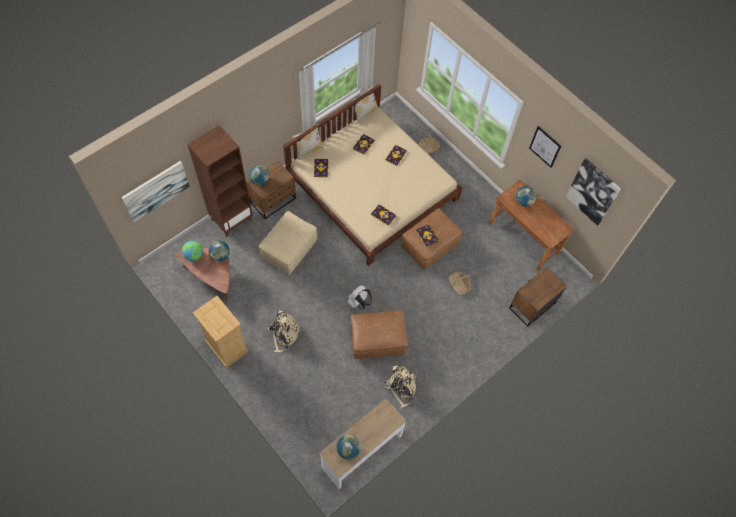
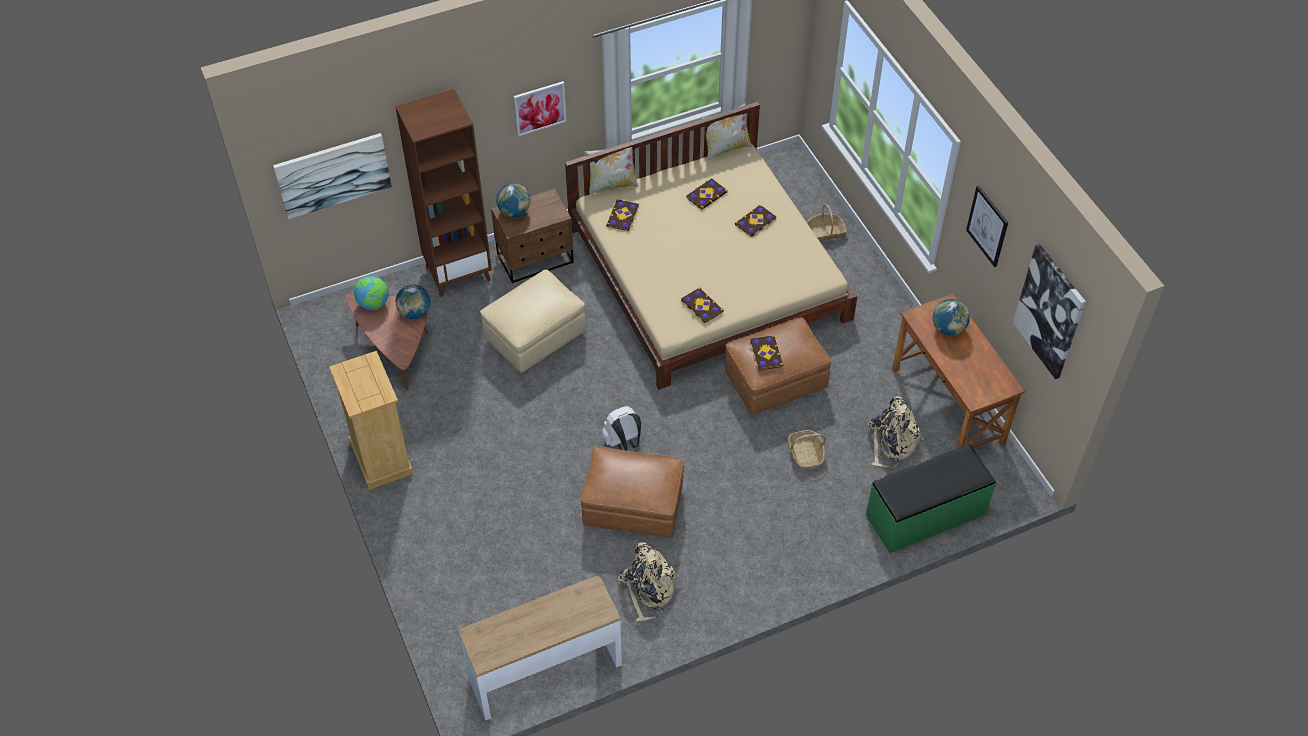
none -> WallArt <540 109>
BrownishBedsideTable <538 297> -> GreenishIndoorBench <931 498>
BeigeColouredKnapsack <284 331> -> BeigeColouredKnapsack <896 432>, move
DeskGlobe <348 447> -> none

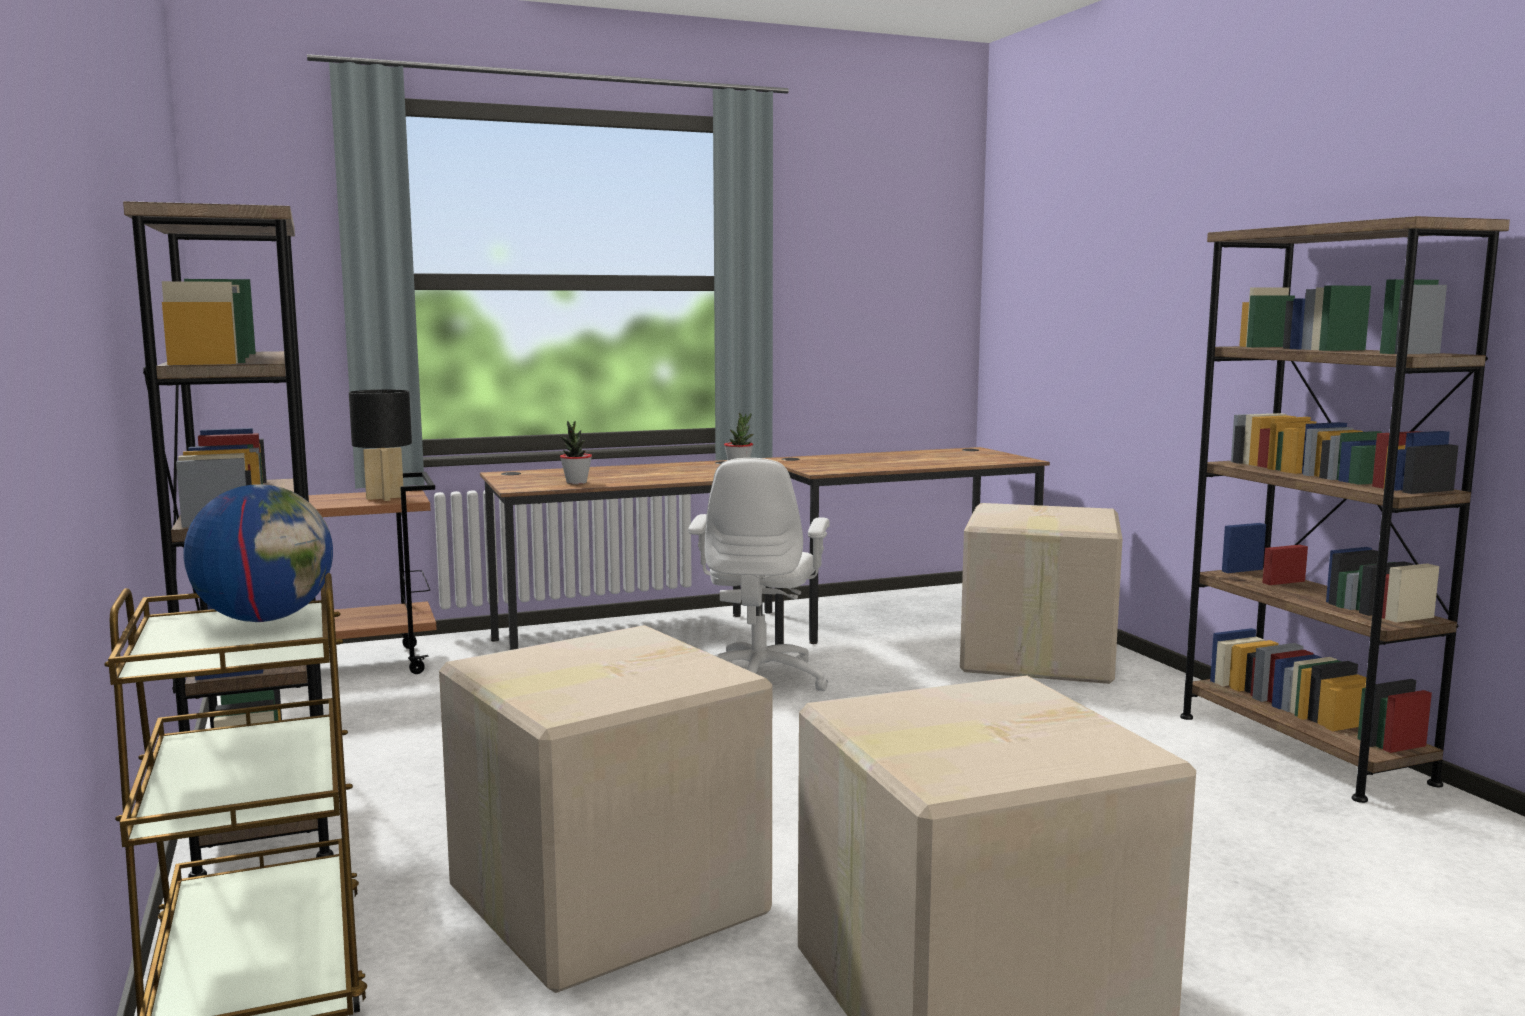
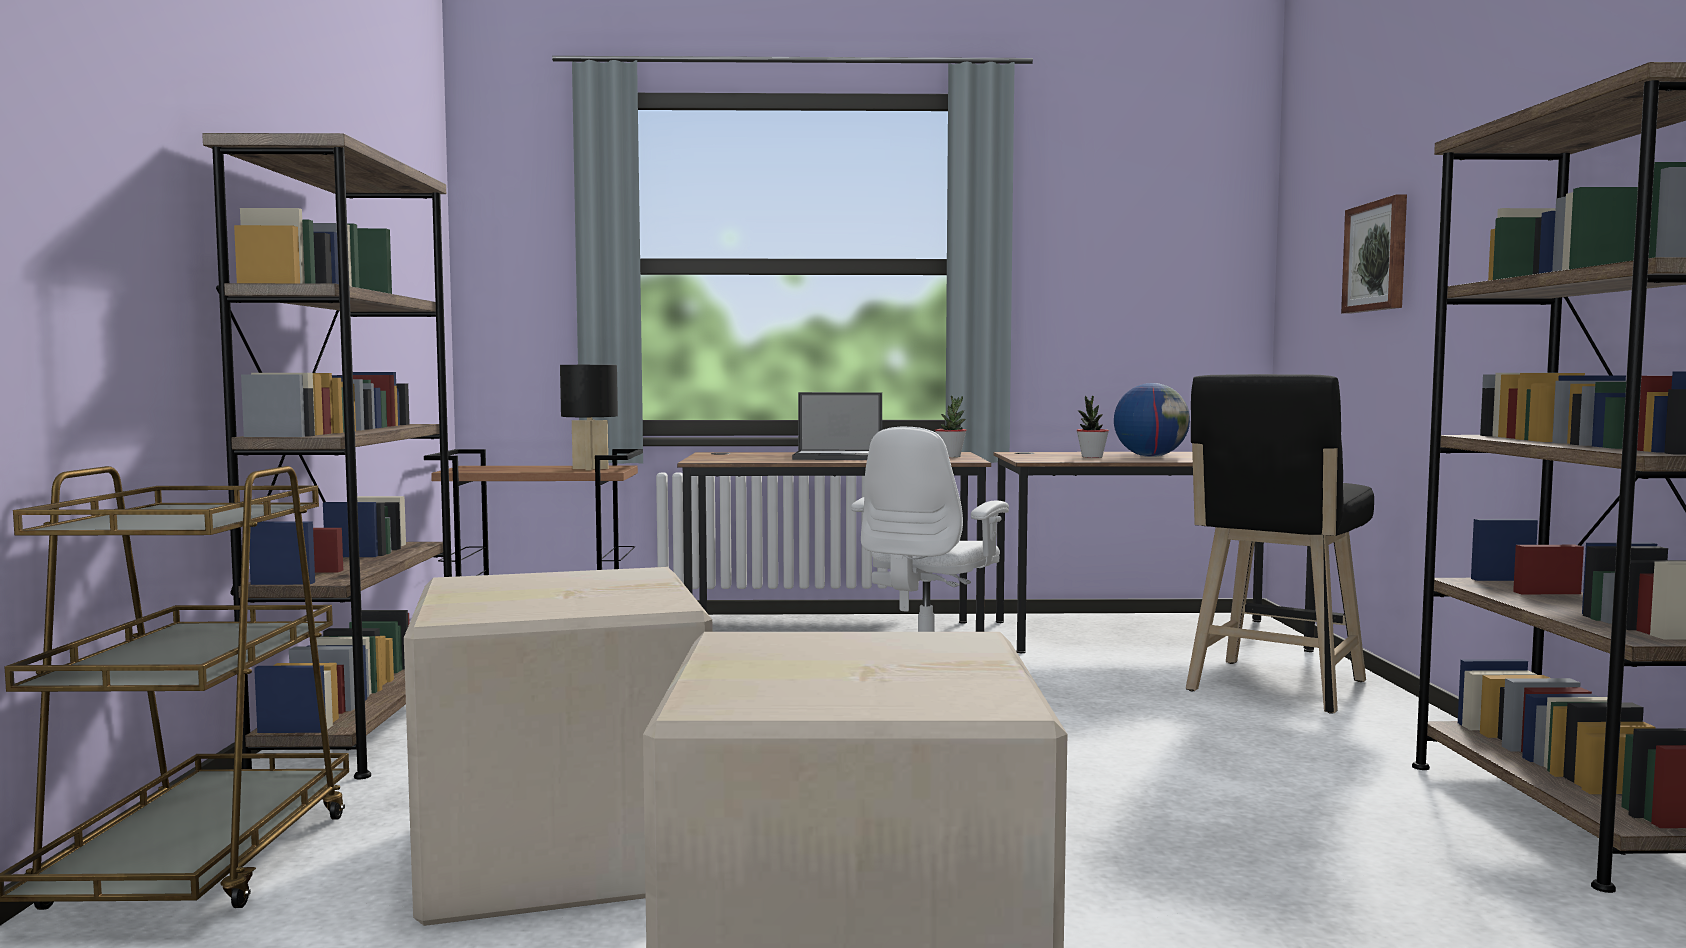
none -> NotebookComputer <837 426>
PlantInAPot <576 452> -> PlantInAPot <1092 426>, move
DeskGlobe <258 553> -> DeskGlobe <1152 420>, move
PackingBox <1041 593> -> BlackishStool <1280 544>
none -> WallArt <1374 253>

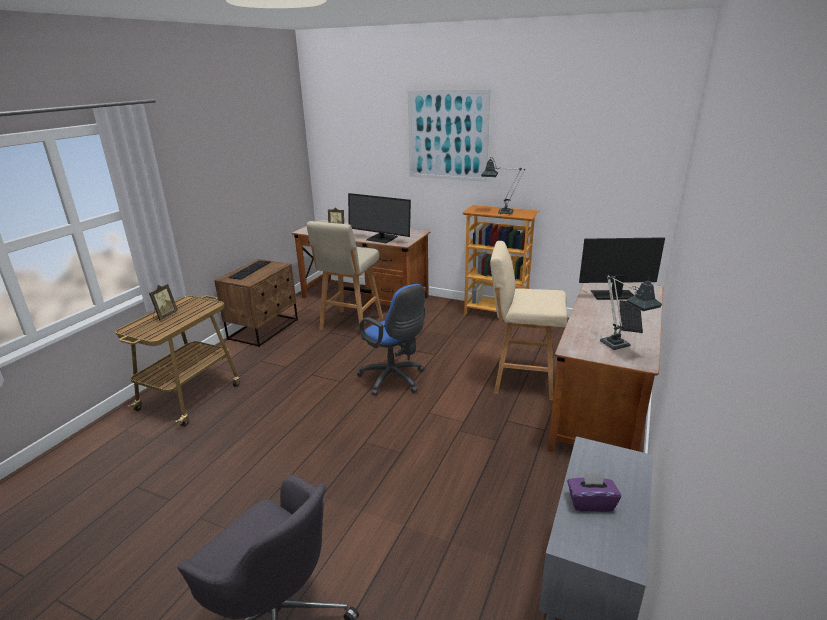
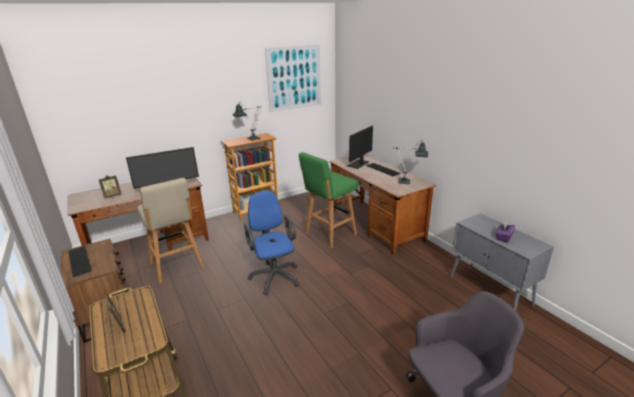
BluishDeskChair <391 340> -> BluishDeskChair <272 242>, 105 degrees counterclockwise
WallArt <449 136> -> WallArt <293 78>, move
BeigeColouredStool <529 320> -> GreenishStool <328 200>

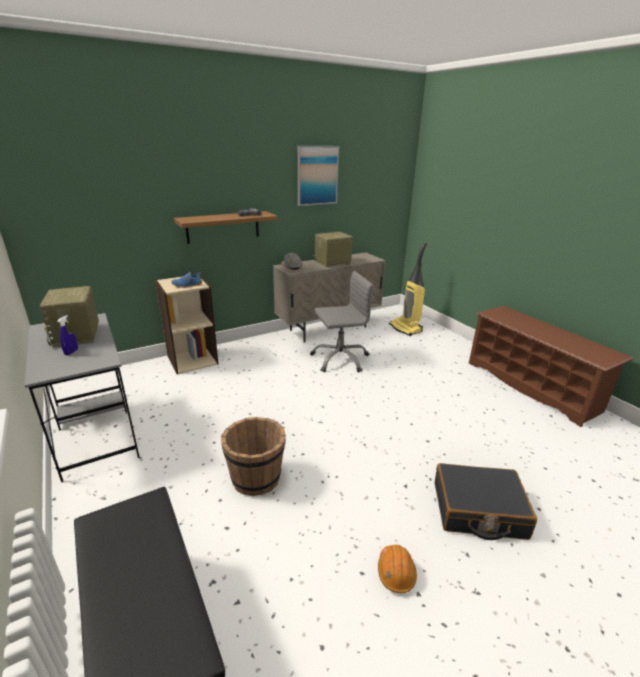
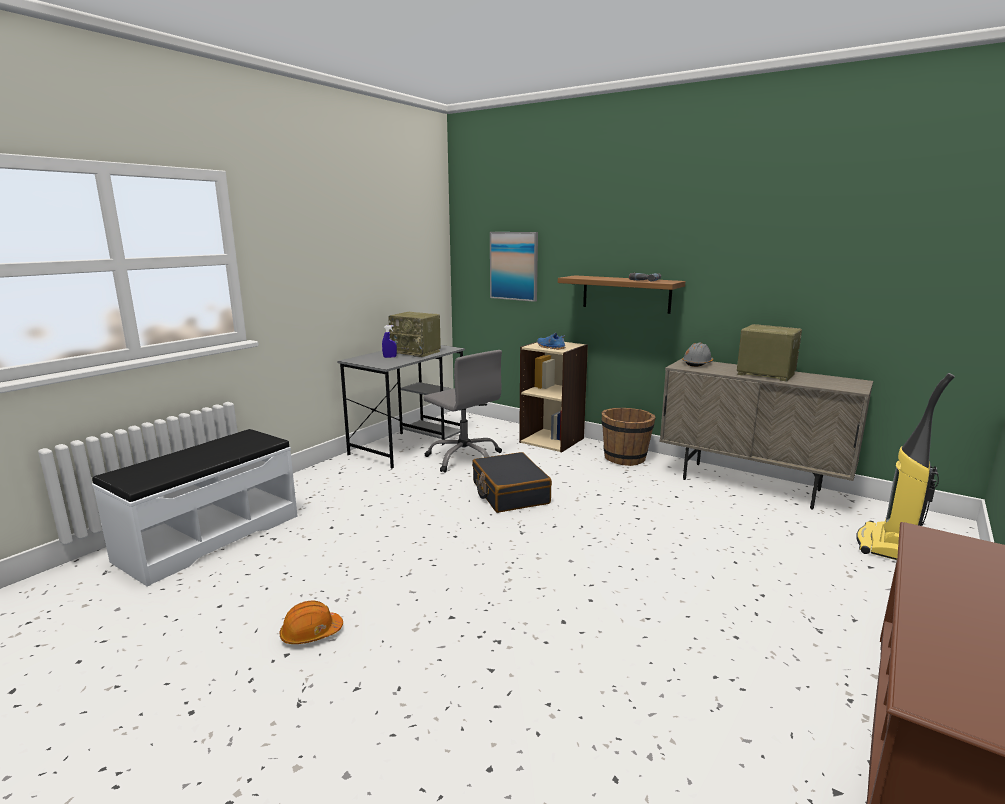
RadioReceiver <69 317> -> RadioReceiver <414 334>, 105 degrees counterclockwise
GrayDeskChair <341 322> -> GrayDeskChair <463 411>, move
BlackishSuitcase <486 501> -> BlackishSuitcase <512 482>, move
WallArt <318 176> -> WallArt <514 267>, move
BrownishPail <253 456> -> BrownishPail <628 437>, move

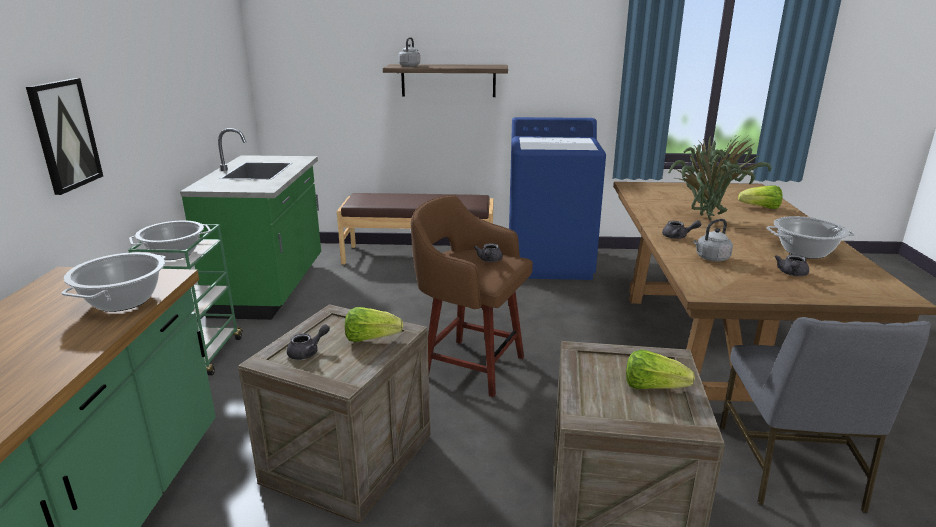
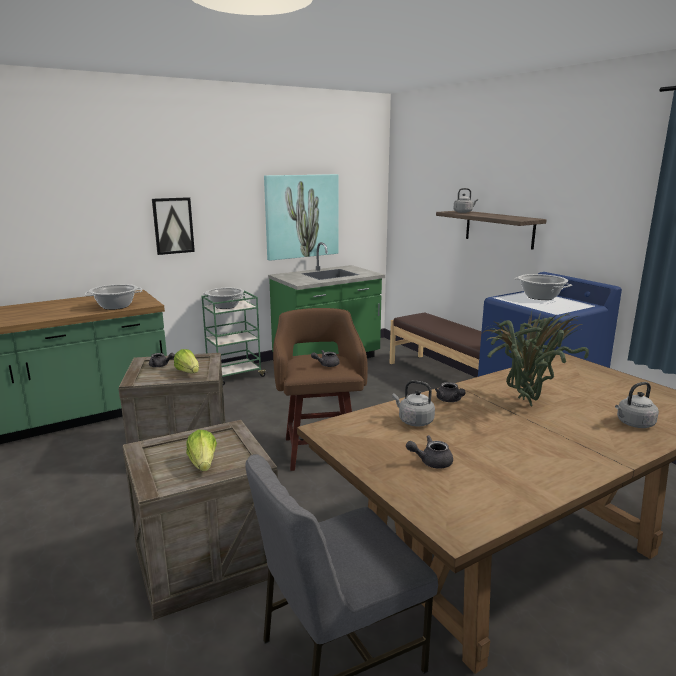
none -> WallArt <301 217>
Stockpot <810 237> -> Stockpot <543 287>, move
LettuceHead <760 197> -> GrayKettle <637 405>

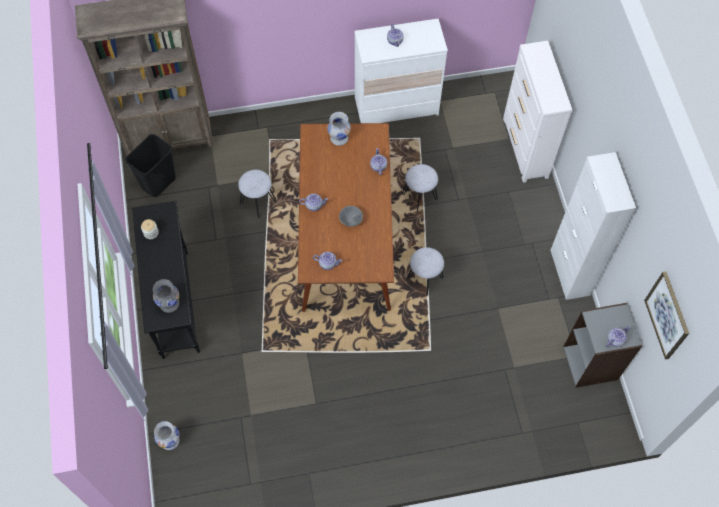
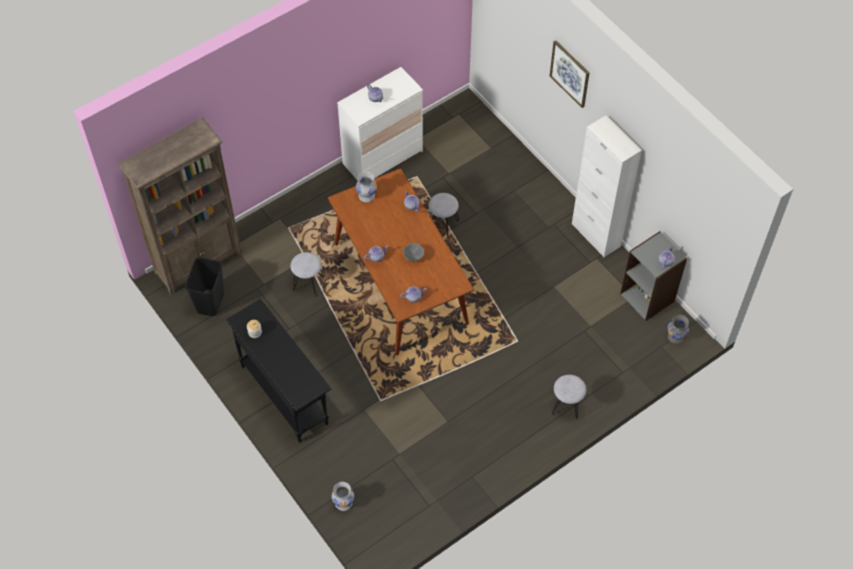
WallArt <666 315> -> WallArt <569 74>, move
GrayStool <425 271> -> GrayStool <569 397>, move
GrayDecorativeVase <166 296> -> GrayDecorativeVase <678 329>, move
WhiteColouredChestOfDrawers <537 112> -> none

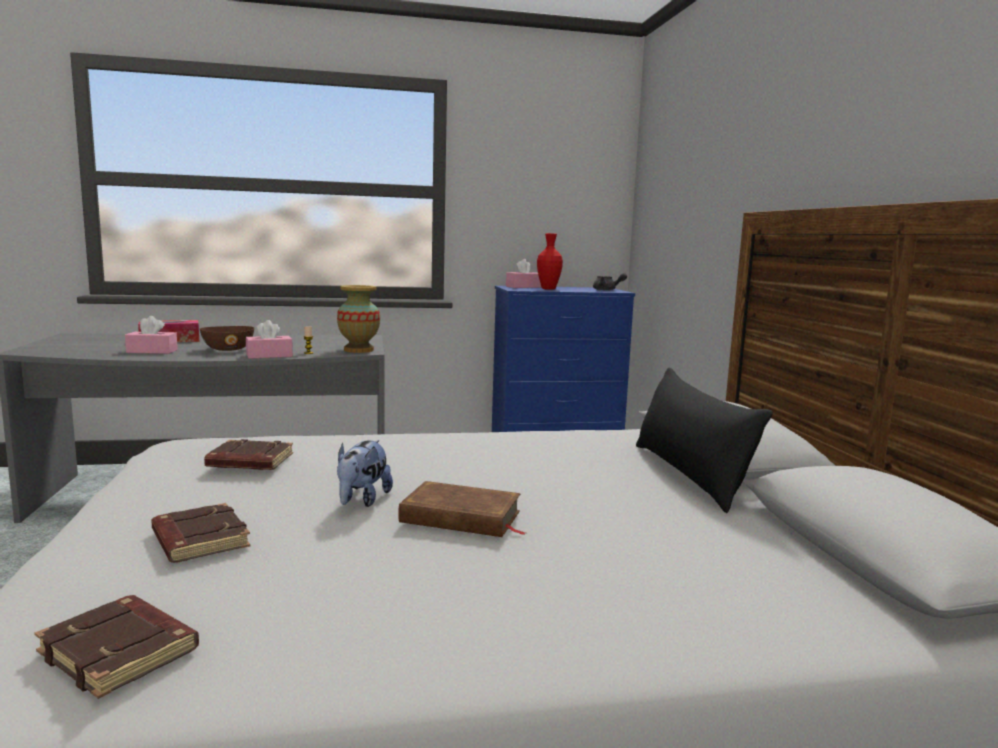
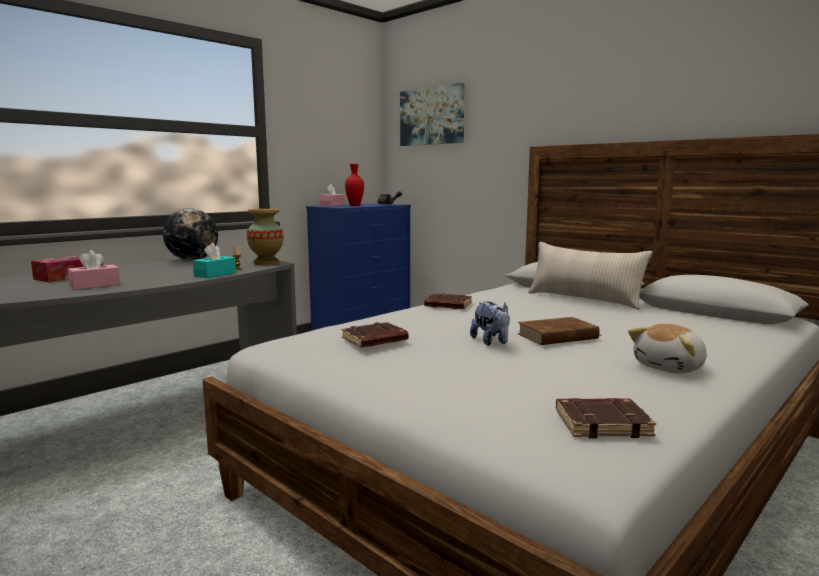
none -> DeskGlobe <190 234>
PinkColouredBoxOfTissues <269 339> -> TurquoiseBoxOfTissues <214 260>
none -> WallArt <432 114>
BrownishBoundBook <201 533> -> BrownishBoundBook <448 301>, move
BlackishCushion <704 440> -> BeigeColouredCushion <590 276>
none -> CuddlyToy <667 349>
BrownishBowl <227 338> -> none

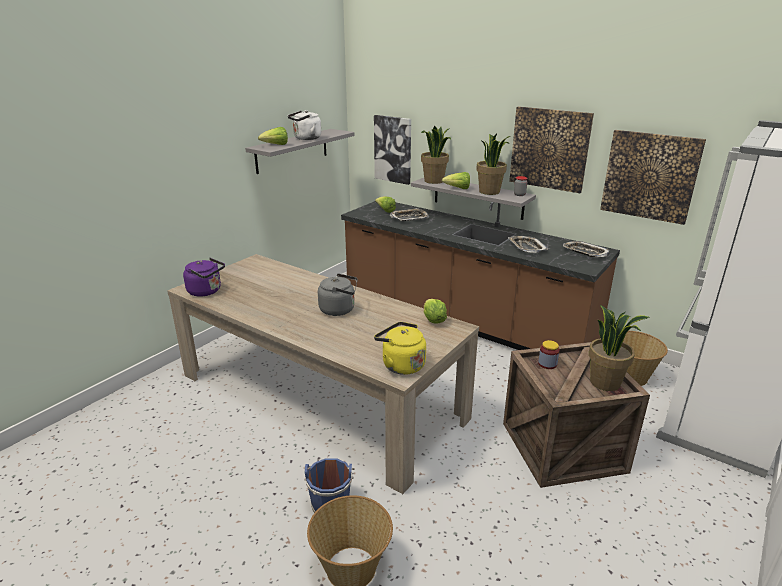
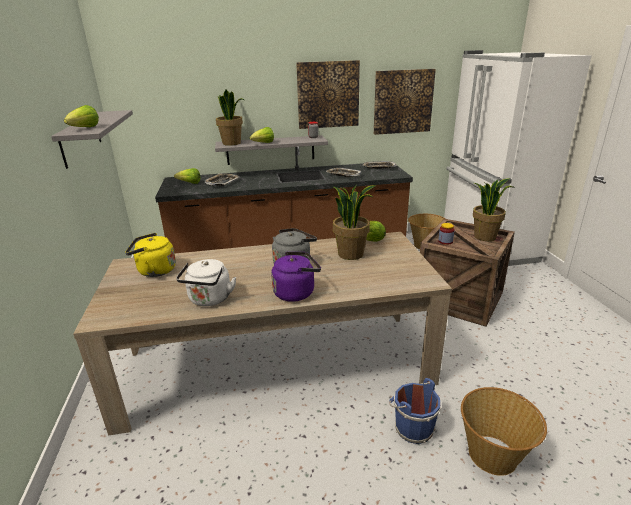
YellowKettle <400 348> -> YellowKettle <150 255>, move
WhiteColouredKettle <304 125> -> WhiteColouredKettle <206 282>, move
PurplishKettle <204 277> -> PurplishKettle <296 277>, move
PlantInAPot <493 164> -> PlantInAPot <354 222>, move
WallArt <392 150> -> none

